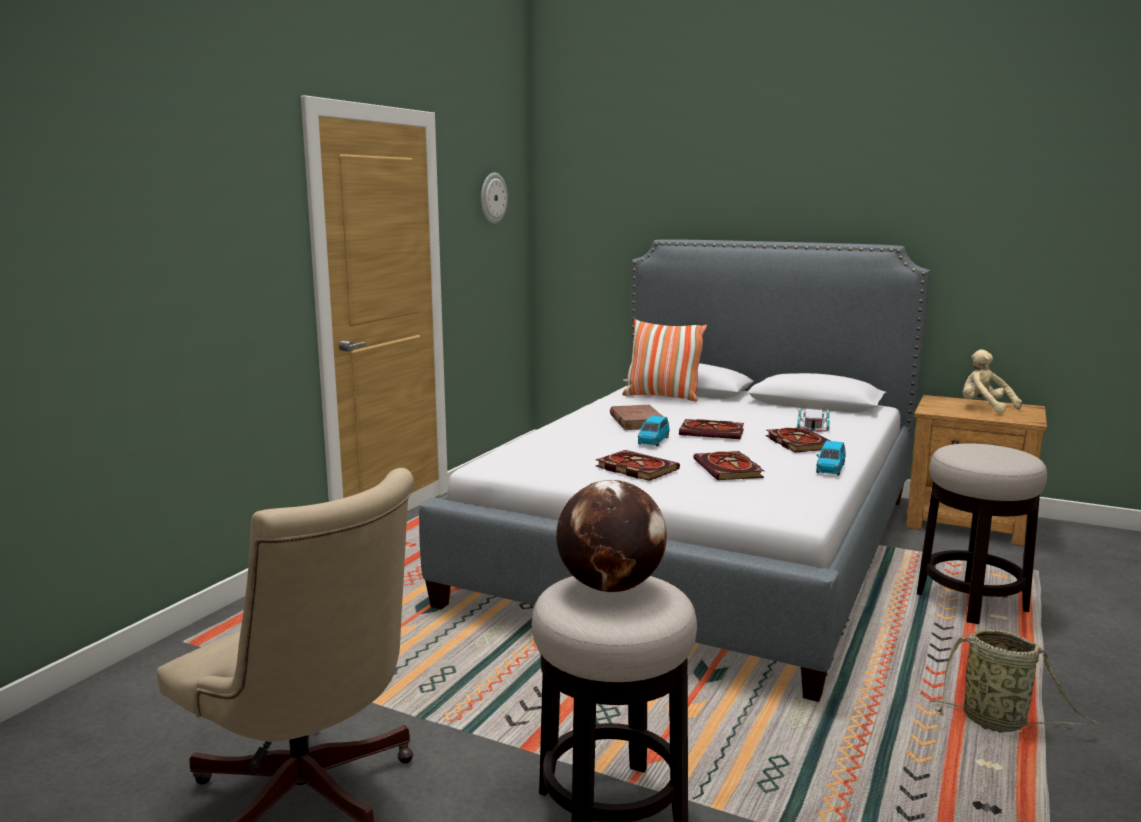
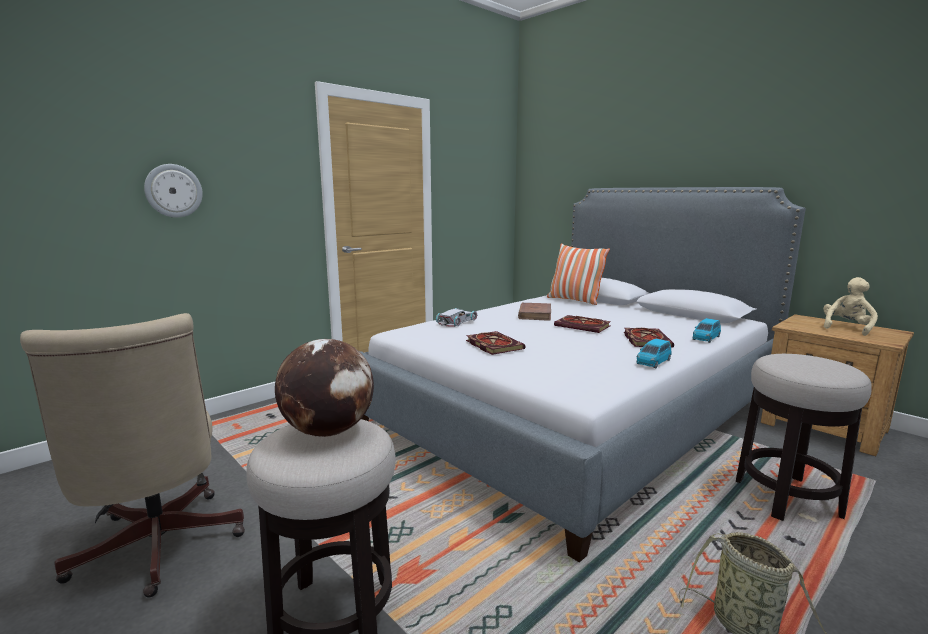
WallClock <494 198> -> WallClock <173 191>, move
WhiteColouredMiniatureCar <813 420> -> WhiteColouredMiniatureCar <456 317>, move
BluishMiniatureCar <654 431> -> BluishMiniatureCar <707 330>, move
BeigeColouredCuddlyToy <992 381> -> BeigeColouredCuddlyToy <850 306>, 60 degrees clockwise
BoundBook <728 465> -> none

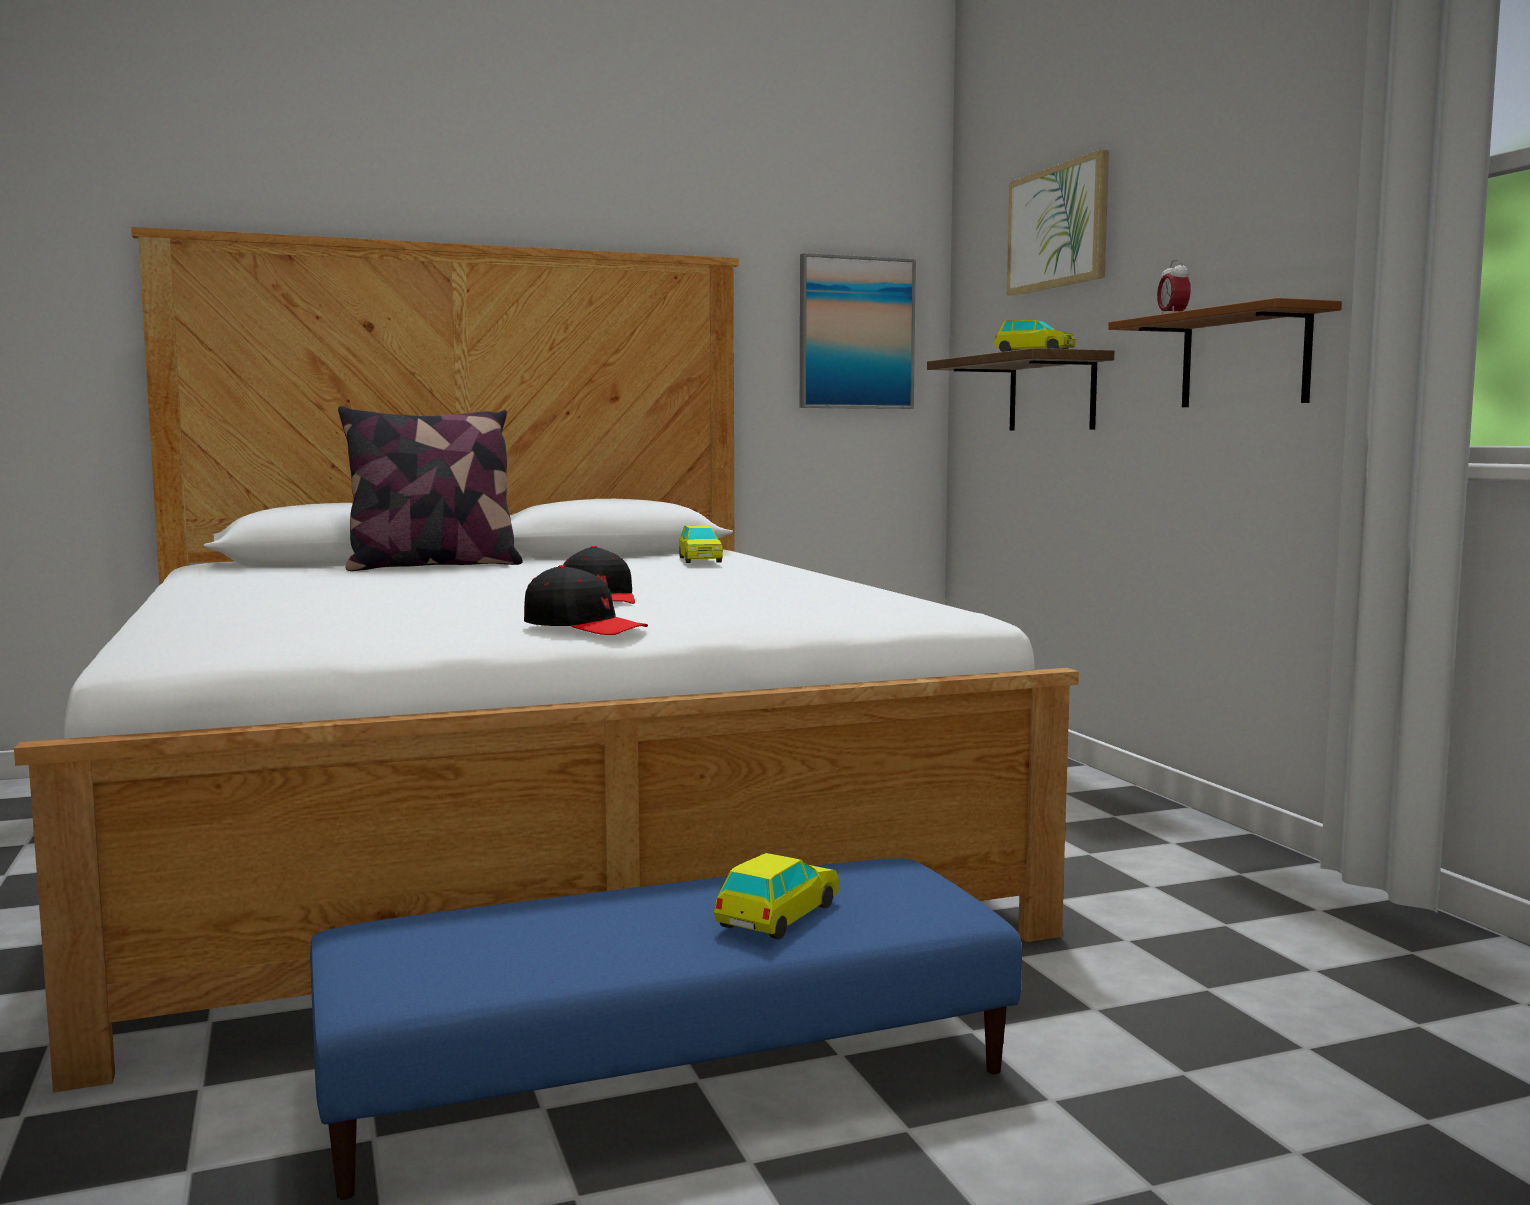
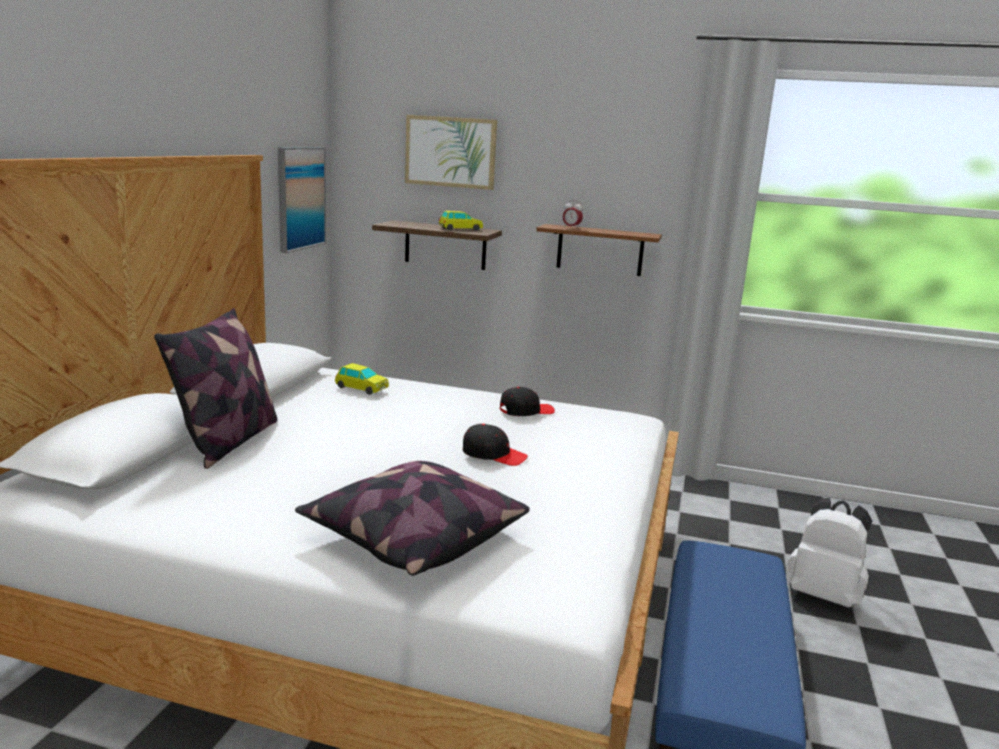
none -> Cushion <412 518>
BlackishCap <586 600> -> BlackishCap <527 401>, move
none -> WhiteColouredKnapsack <829 552>
MiniatureCar <776 896> -> none

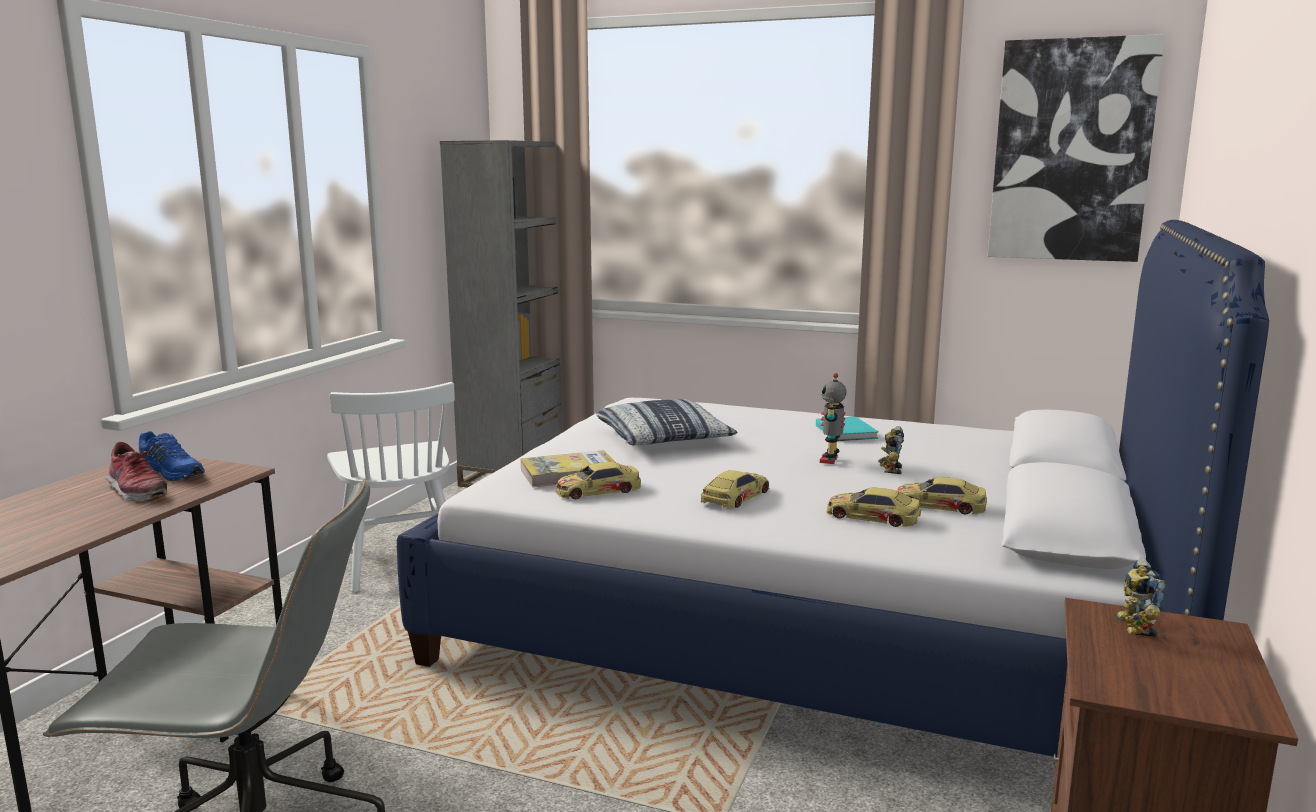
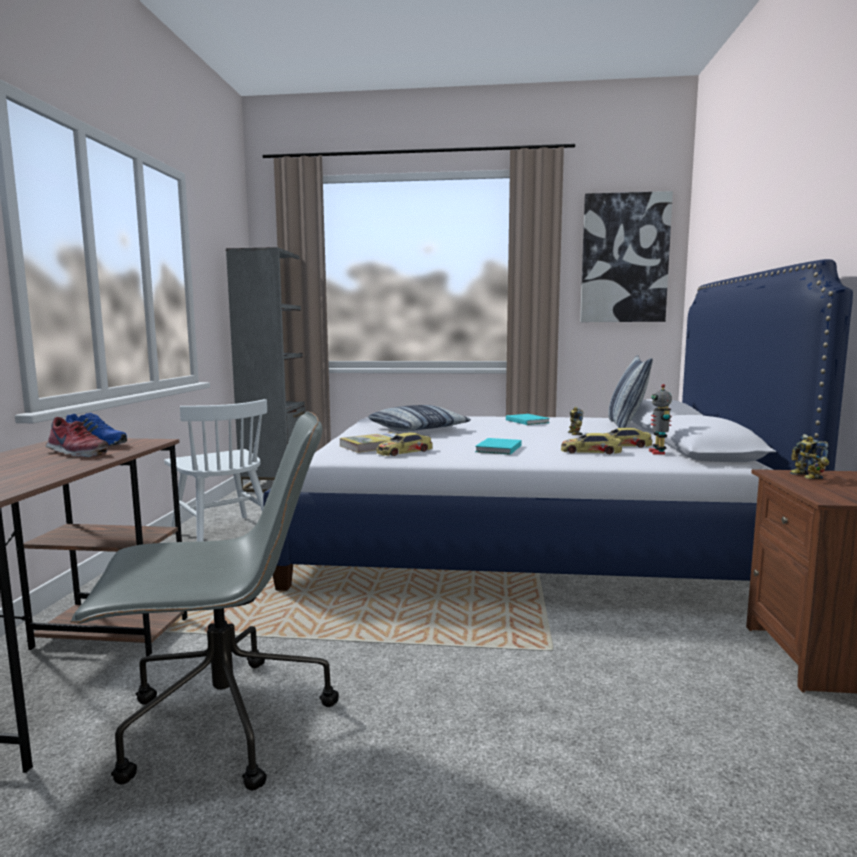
MiniatureCar <735 489> -> TurquoiseBoundBook <498 446>
none -> Cushion <630 391>
RobotFigure <833 418> -> RobotFigure <660 419>, move

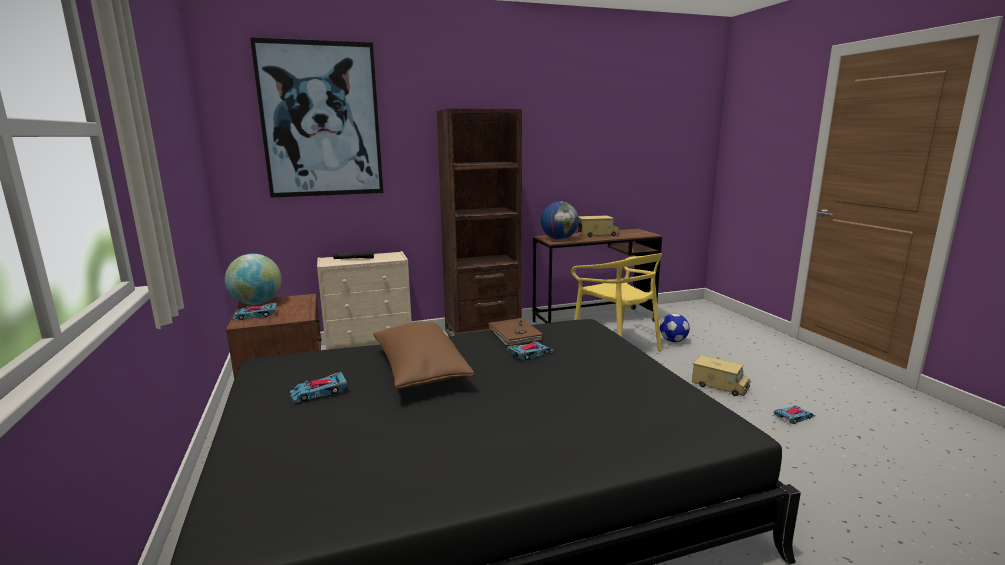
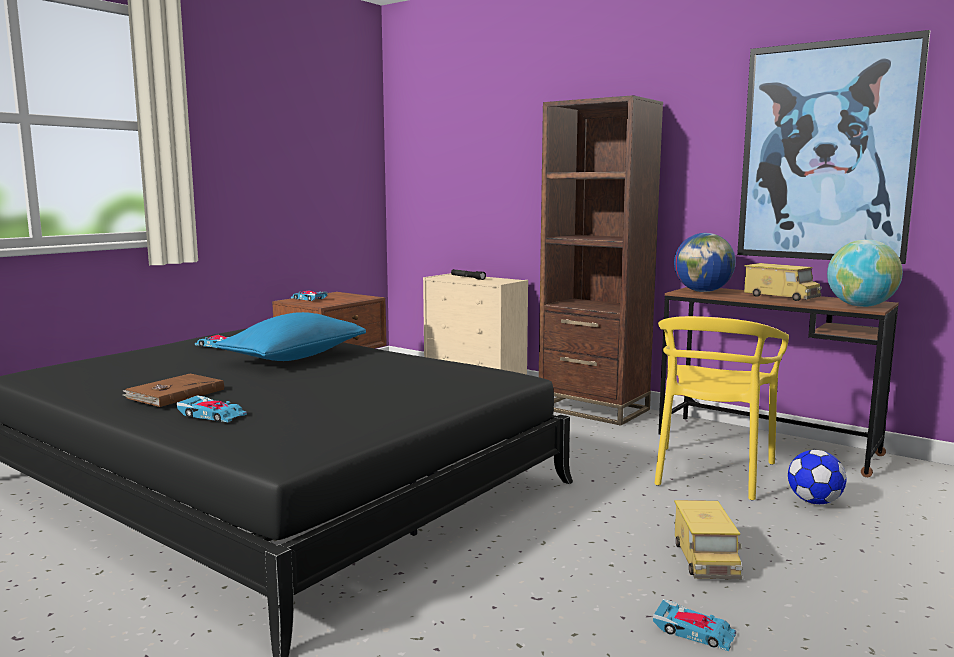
BrownishBoundBook <516 332> -> BrownishBoundBook <173 390>, move
MiniatureCar <531 350> -> MiniatureCar <212 408>, move
BrownishCushion <424 355> -> BluishCushion <290 336>
WallArt <316 117> -> WallArt <833 147>, move
DeskGlobe <253 279> -> DeskGlobe <865 273>, move

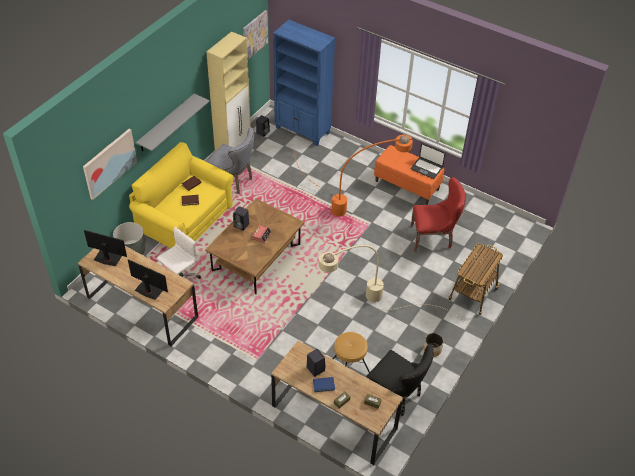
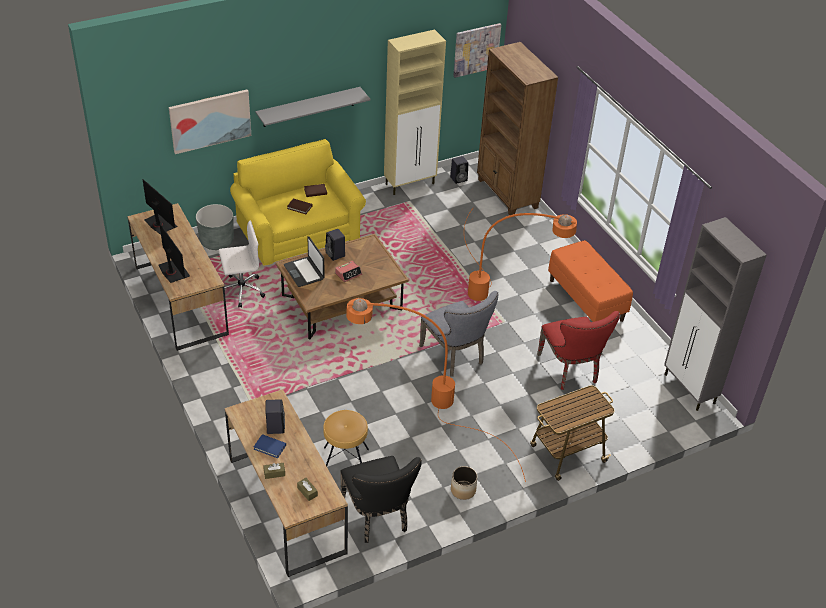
NotebookComputer <428 161> -> NotebookComputer <304 261>, move
BeigeColouredStandingLamp <392 283> -> OrangeyStandingLamp <436 390>
GrayChair <230 160> -> GrayChair <458 333>, move
BluishBookcase <304 83> -> BrownishBookcase <517 128>
RedChair <438 214> -> RedChair <578 350>, 45 degrees clockwise
none -> GrayCupboard <715 314>

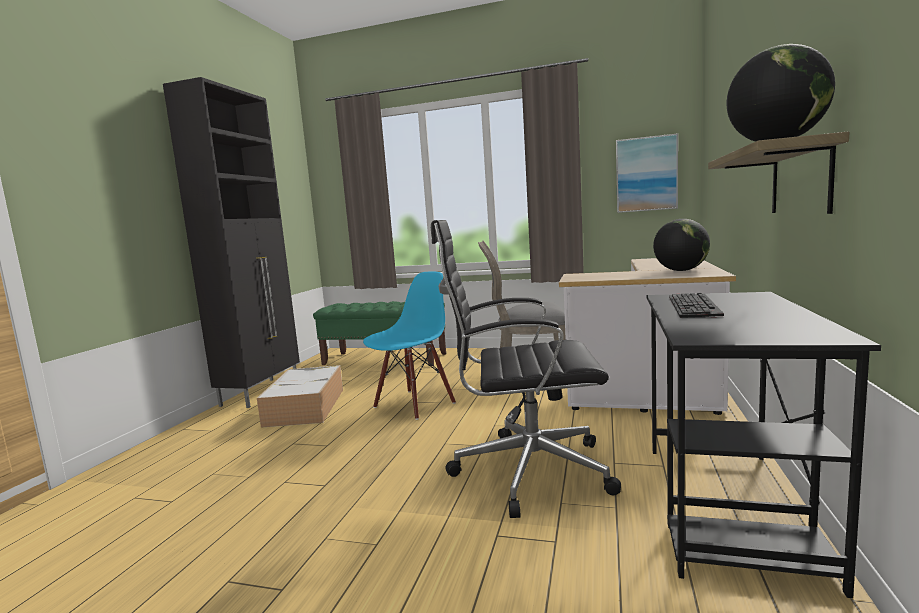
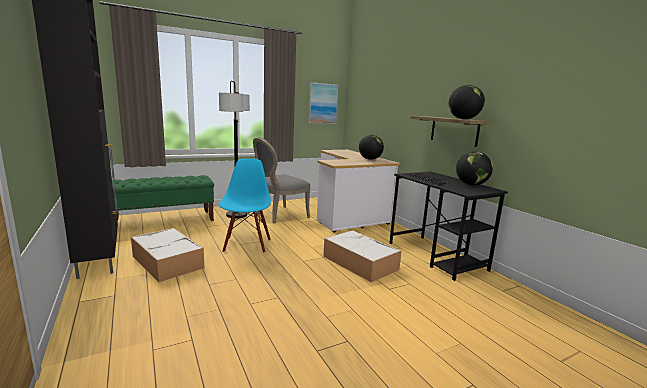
none -> StandingLamp <234 149>
BlackishDeskChair <526 369> -> StorageContainer <362 256>
none -> DeskGlobe <474 168>

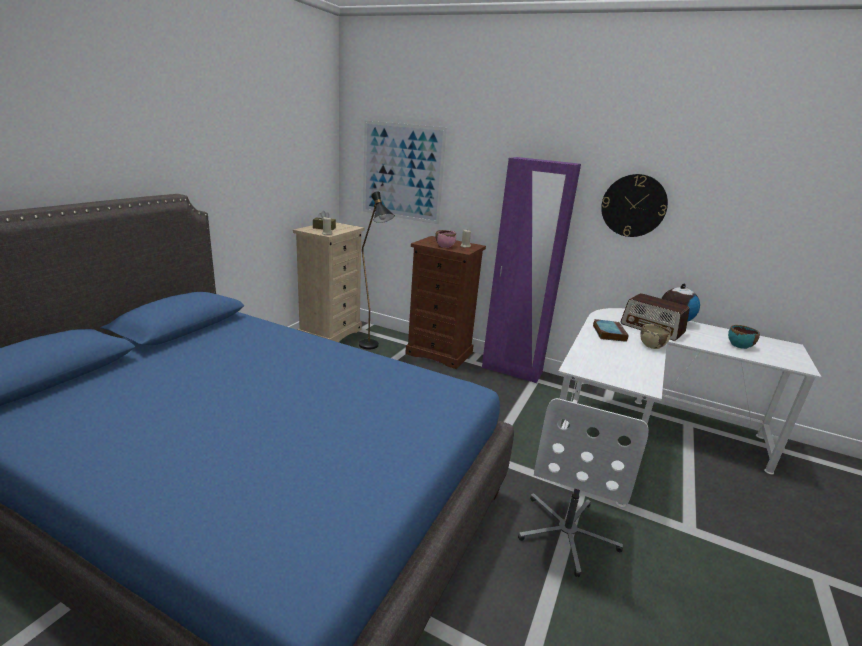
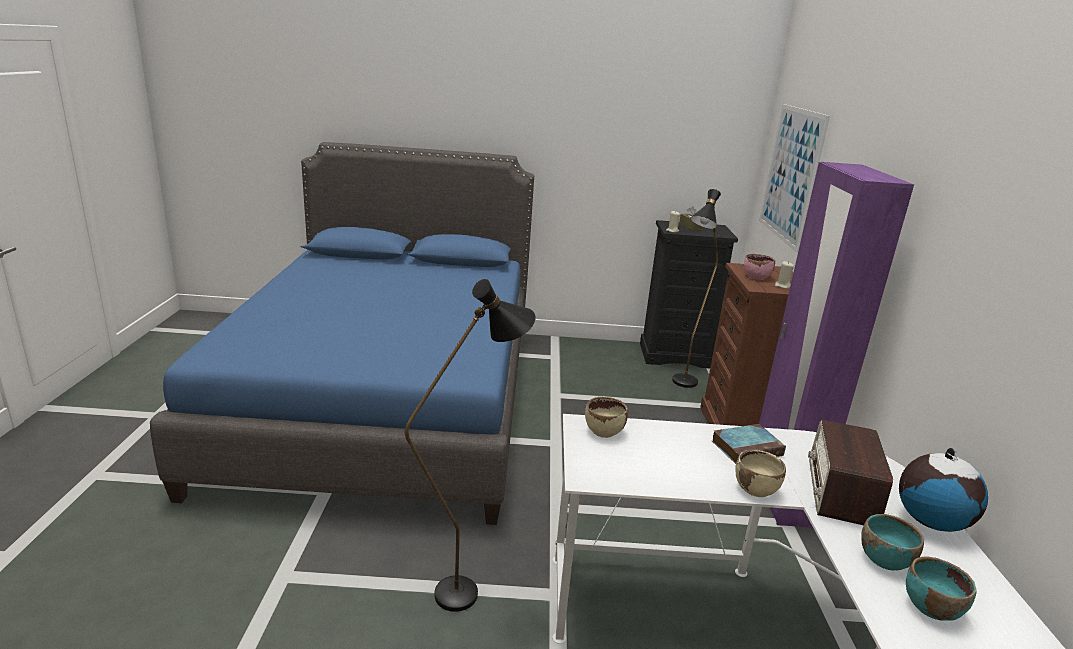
WhiteColouredDeskChair <583 487> -> BlackishStandingLamp <470 445>
none -> BeigeColouredBowl <606 417>
BeigeColouredChestOfDrawers <328 282> -> BlackishChestOfDrawers <689 294>
none -> TurquoiseBowl <892 542>
WallClock <634 205> -> none

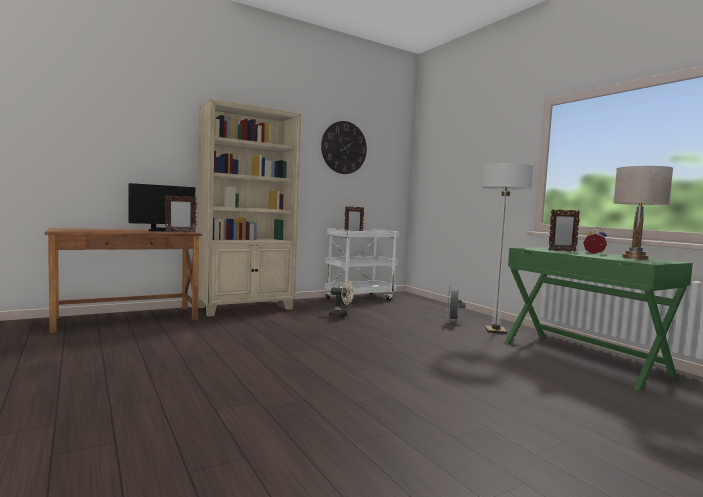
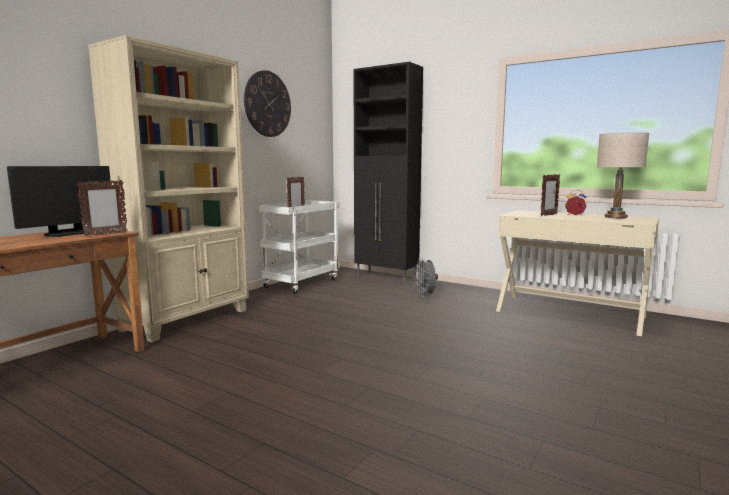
none -> BlackishCupboard <388 172>
GreenishDeskTable <598 318> -> BeigeColouredDeskTable <577 273>
BeigeColouredElectricFan <341 298> -> none
StandingLamp <507 248> -> none

